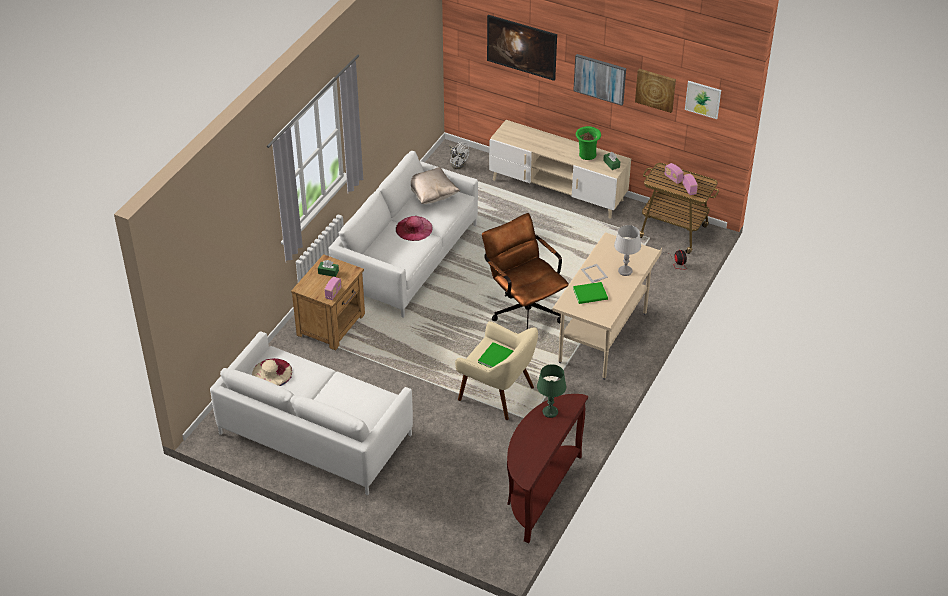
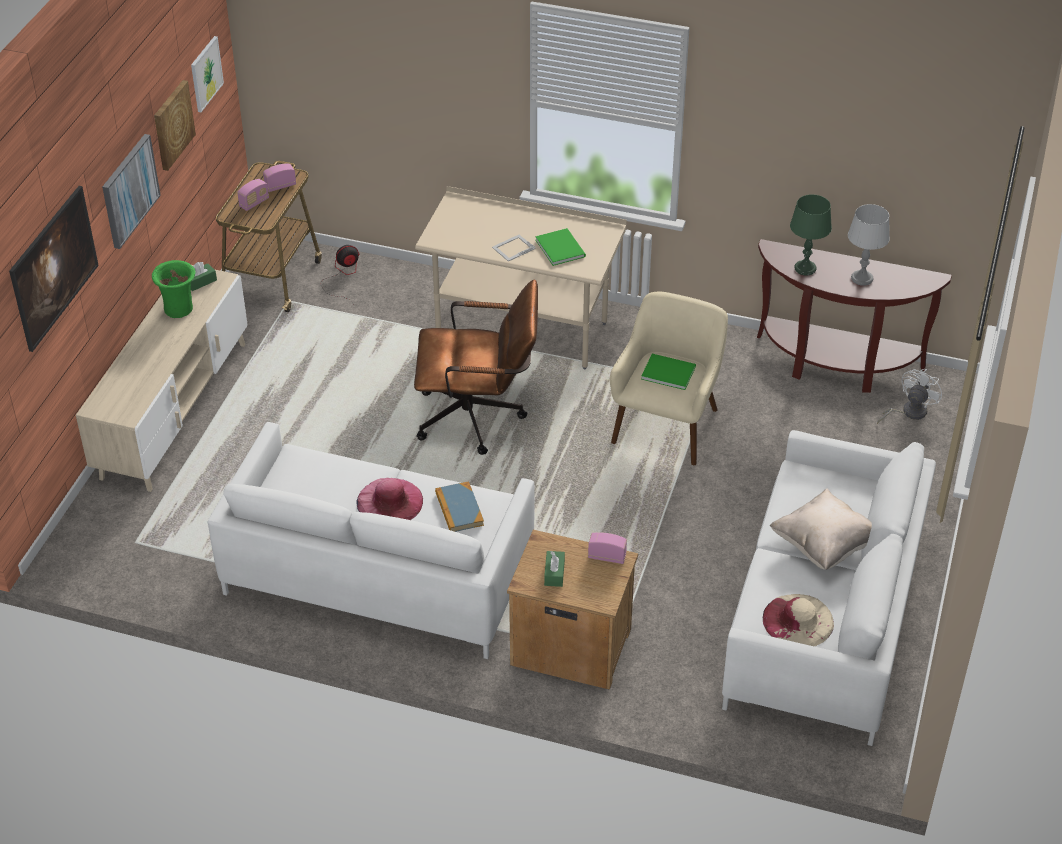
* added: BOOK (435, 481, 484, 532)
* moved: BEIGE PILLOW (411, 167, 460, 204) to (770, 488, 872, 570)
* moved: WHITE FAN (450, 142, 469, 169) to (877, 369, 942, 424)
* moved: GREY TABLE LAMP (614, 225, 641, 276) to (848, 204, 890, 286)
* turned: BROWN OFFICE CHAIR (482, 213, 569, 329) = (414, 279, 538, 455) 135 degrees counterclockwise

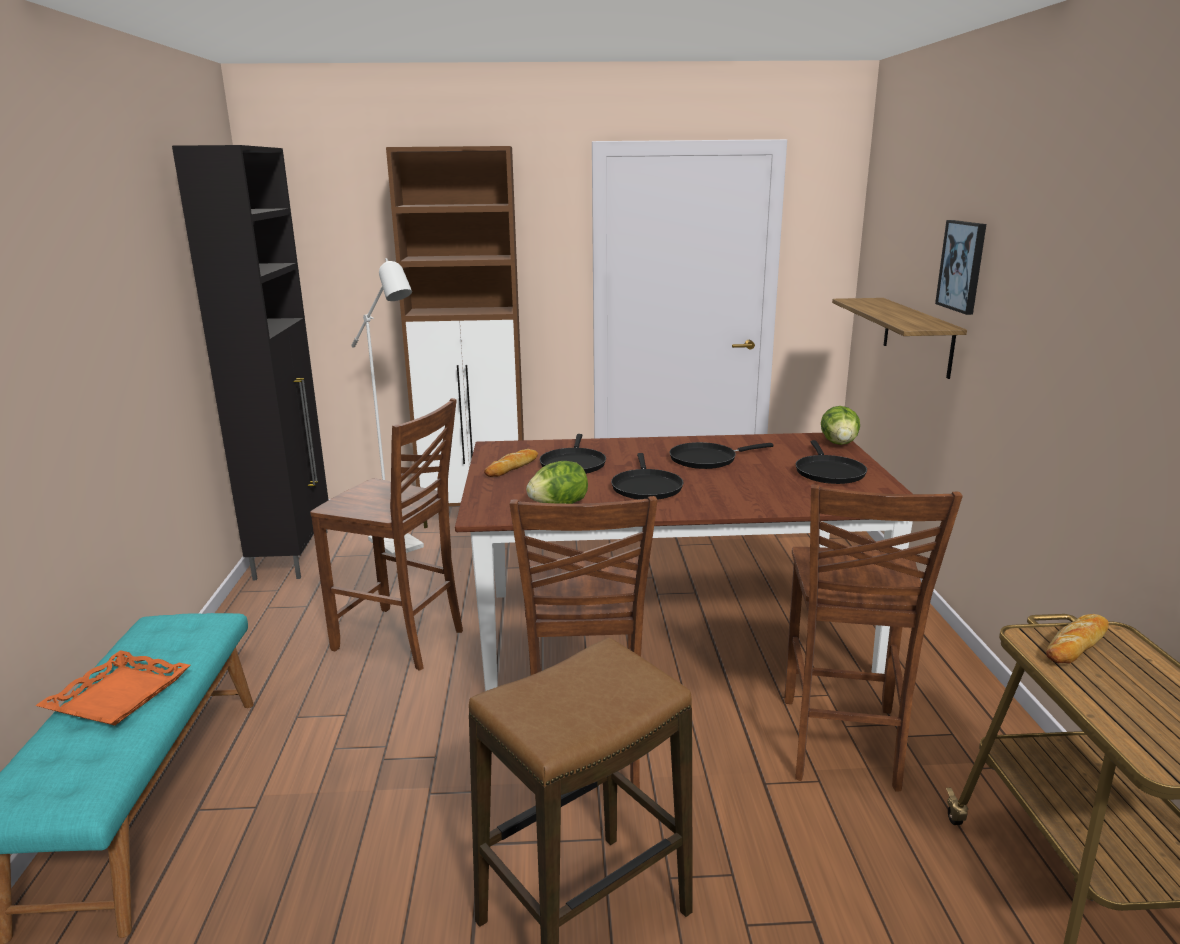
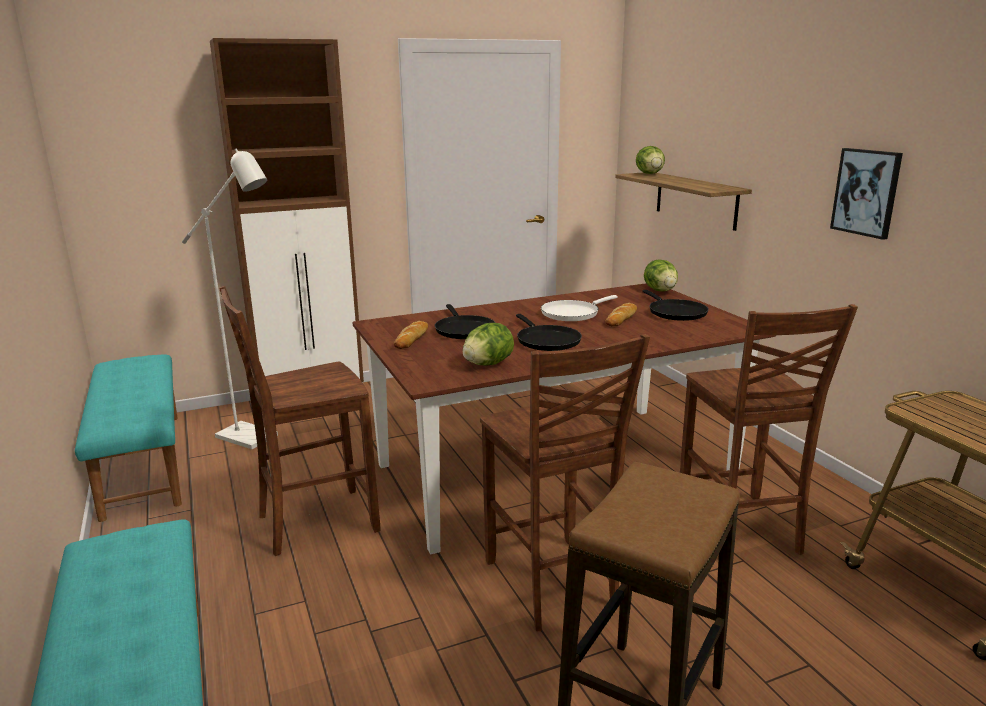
* removed: ORANGE TRAY (36, 650, 190, 726)
* added: LETTUCE (636, 146, 665, 174)
* moved: PICTURE (935, 220, 986, 315) to (830, 148, 903, 240)
* moved: BREAD (1046, 614, 1109, 664) to (605, 303, 637, 326)
* replaced: BLACK CABINET (172, 145, 328, 580) to TURQUOISE BENCH (75, 354, 182, 522)
* recoloured: BLACK FRYING PAN (670, 442, 774, 469) to WHITE FRYING PAN (541, 295, 618, 321)
* turned: BROWN CHAIR (310, 398, 463, 671) = (219, 286, 381, 556) 150 degrees clockwise

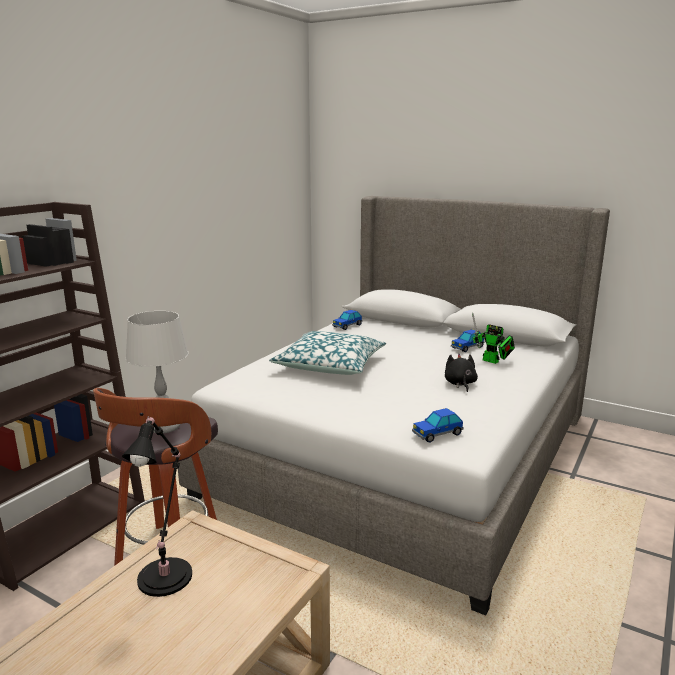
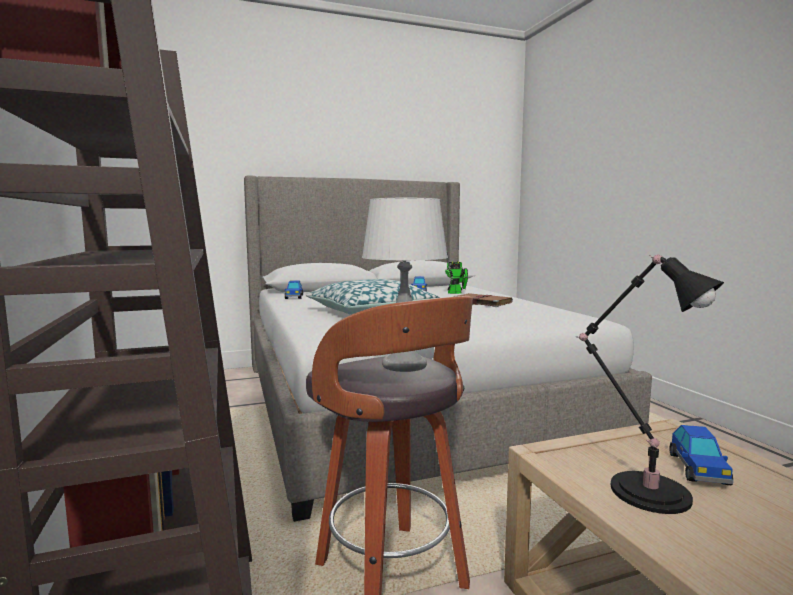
* moved: TOY CAR (412, 408, 464, 443) to (669, 425, 733, 485)
* replaced: BLACK PLUSH TOY (445, 354, 478, 392) to BROWN BOOK (453, 293, 513, 307)

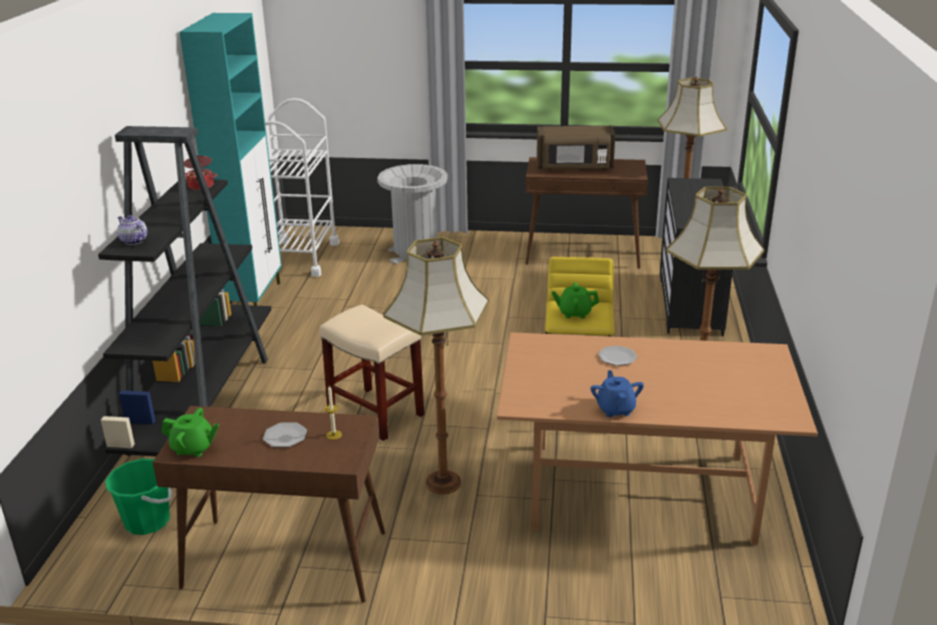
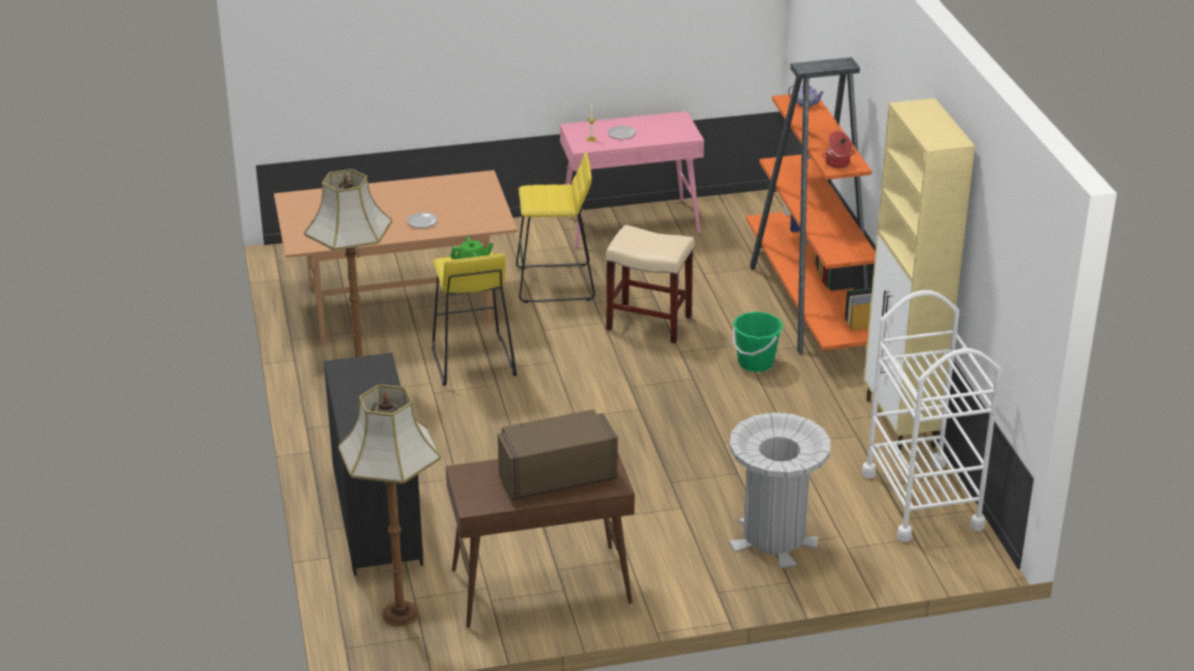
* removed: GREEN TEAPOT (162, 408, 219, 457)
* removed: BLUE TEAPOT (591, 370, 644, 417)
* moved: GREEN BUCKET (105, 459, 173, 535) to (732, 312, 783, 372)
* replaced: FLOOR LAMP (383, 237, 489, 494) to YELLOW STOOL (516, 152, 595, 303)
* recoloured: BLACK BOOKCASE (98, 126, 272, 456) to ORANGE BOOKCASE (746, 57, 875, 354)
* recoloured: BROWN CONSOLE TABLE (152, 406, 385, 603) to PINK CONSOLE TABLE (560, 111, 704, 248)
* recoloured: TURQUOISE CABINET (179, 13, 282, 306) to BEIGE CABINET (864, 98, 975, 451)

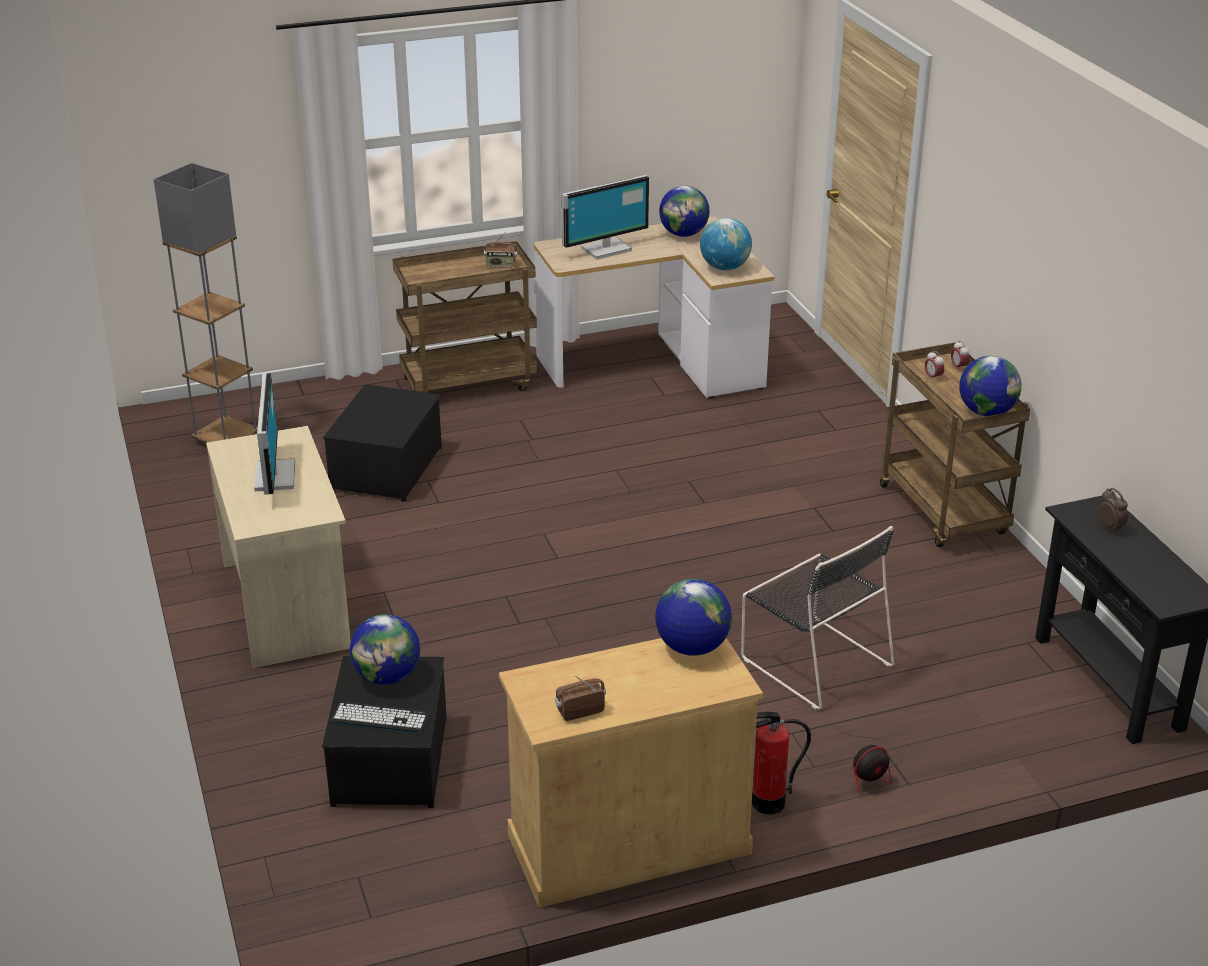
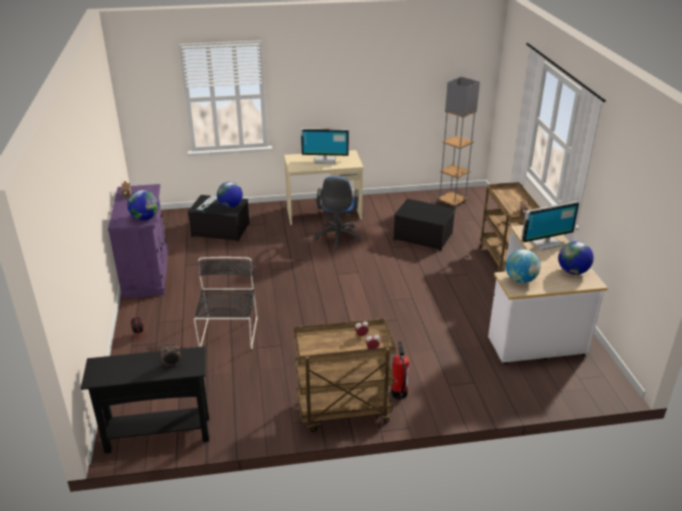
* removed: GLOBE (959, 356, 1021, 416)
* added: BLUE OFFICE CHAIR (314, 176, 361, 249)
* moved: FIRE EXTINGUISHER (752, 712, 811, 815) to (391, 341, 409, 399)
* recoloured: BEIGE CABINET (499, 638, 763, 908) to PURPLE CABINET (108, 184, 168, 299)
* turned: MONITOR (562, 175, 649, 260) = (521, 201, 579, 251) 90 degrees counterclockwise
* turned: BLACK CHAIR (741, 526, 894, 710) = (194, 257, 257, 349) 120 degrees clockwise

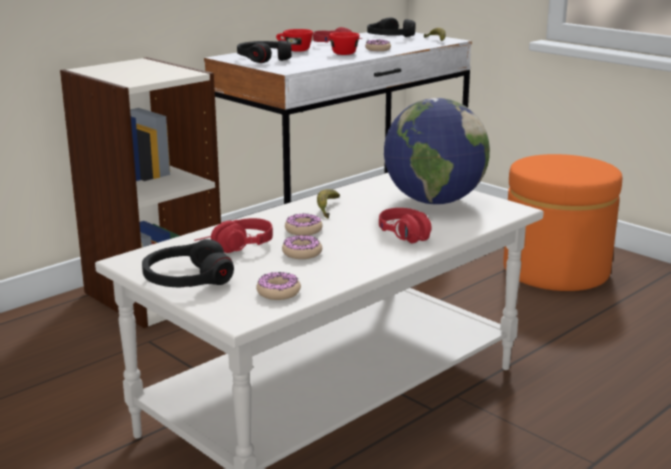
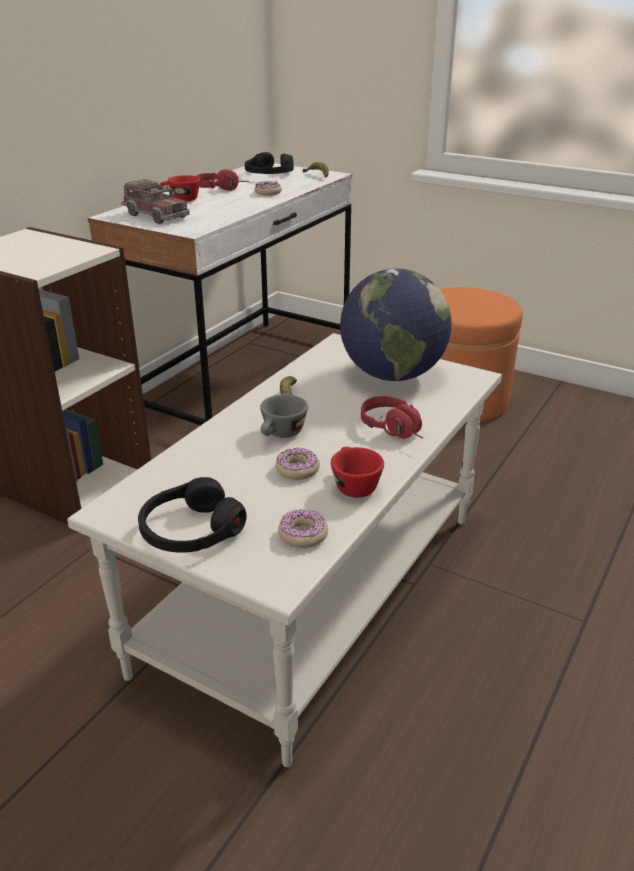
* removed: RED HEADPHONES (194, 218, 273, 253)
* moved: RED CUP (329, 32, 360, 55) to (331, 447, 384, 498)
* replaced: BLACK HEADPHONES (237, 40, 292, 63) to TOY TRUCK (121, 179, 190, 224)
* replaced: DONUT (285, 213, 323, 236) to GREY CUP (260, 394, 308, 438)

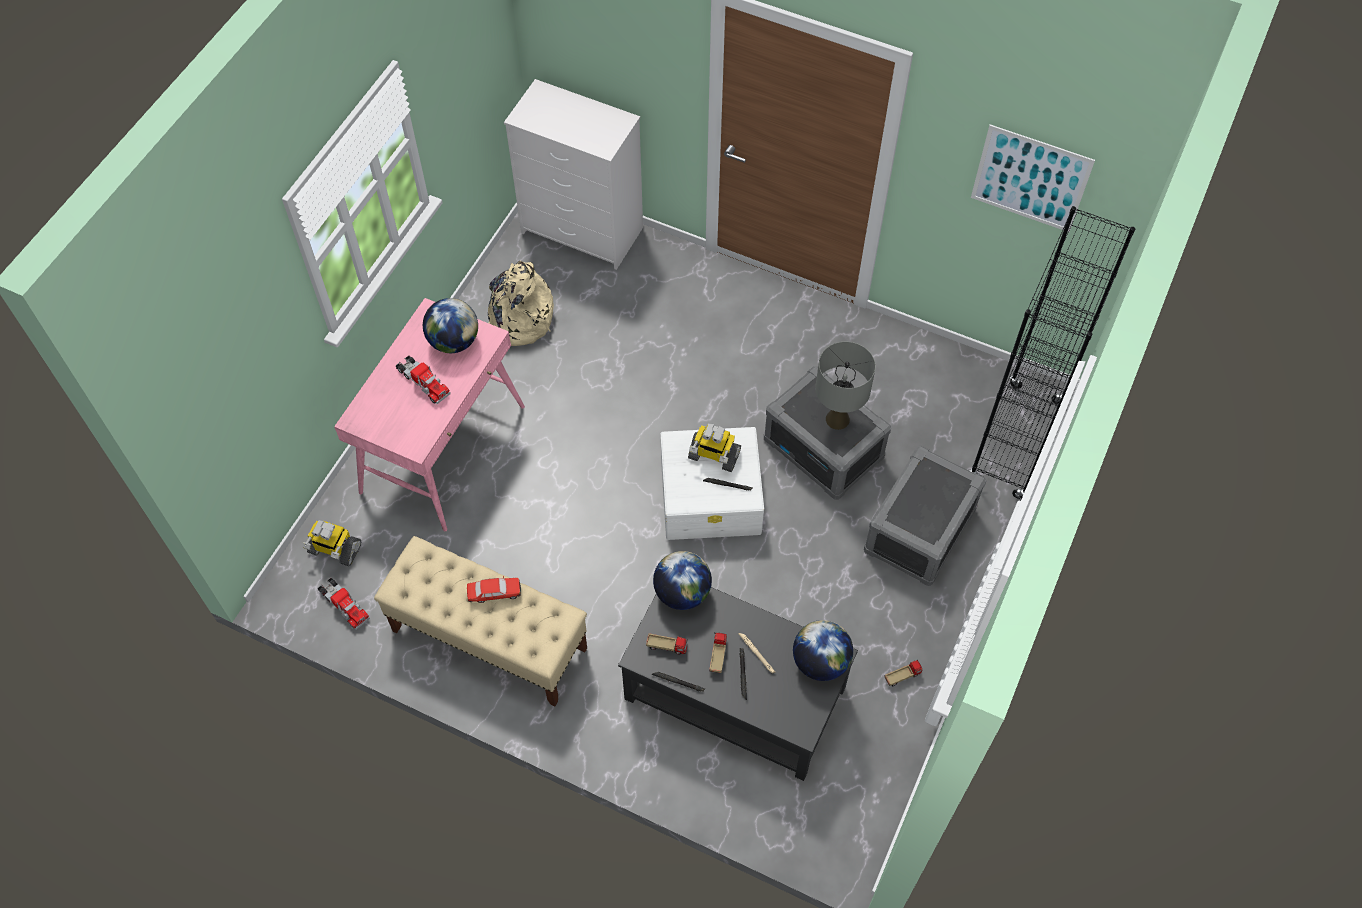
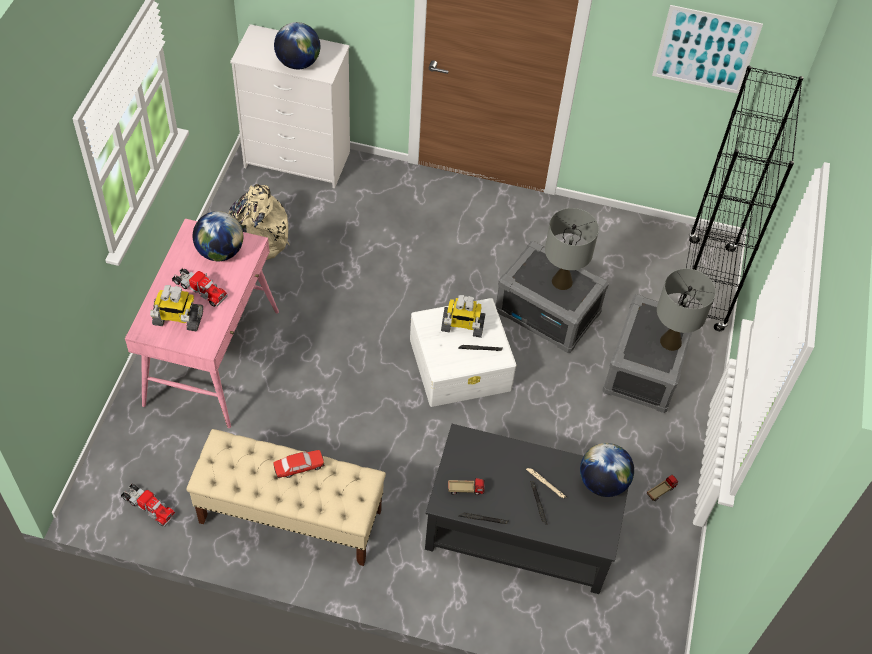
* removed: TOY TRUCK (709, 633, 727, 673)
* added: GREY TABLE LAMP (657, 269, 716, 351)
* moved: TOY ROBOT (302, 520, 361, 566) to (150, 285, 203, 331)
* moved: GLOBE (653, 551, 712, 610) to (274, 22, 320, 69)

